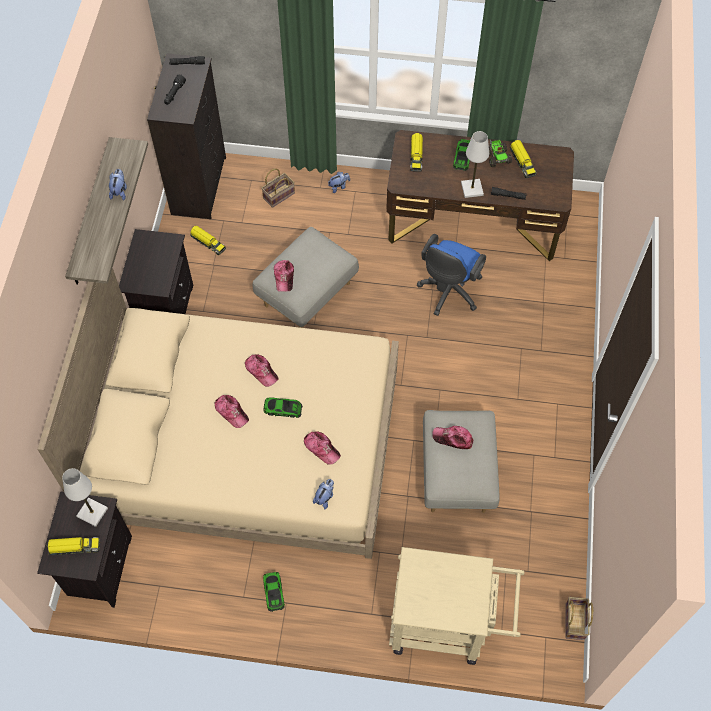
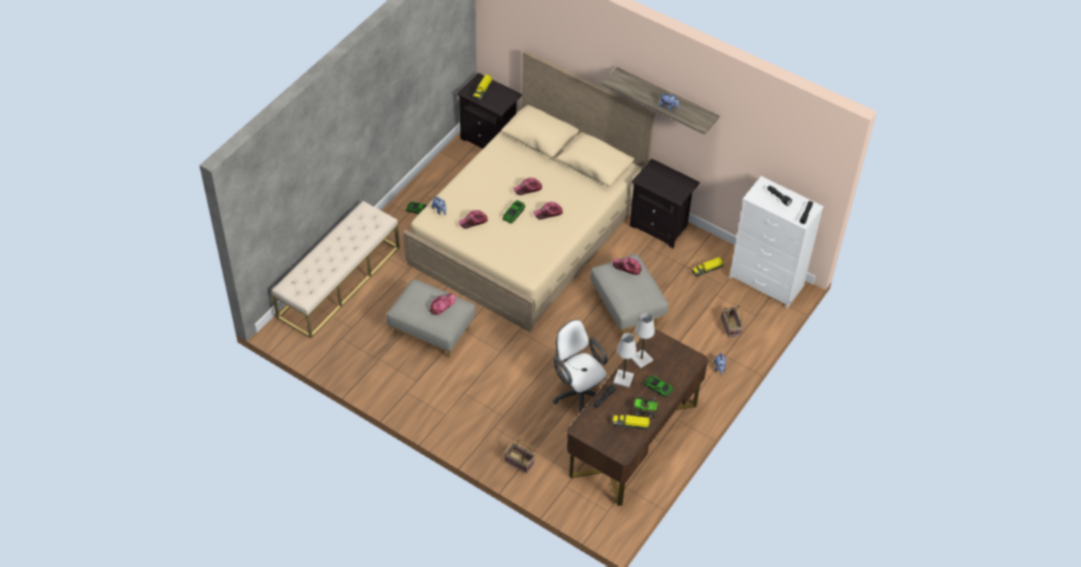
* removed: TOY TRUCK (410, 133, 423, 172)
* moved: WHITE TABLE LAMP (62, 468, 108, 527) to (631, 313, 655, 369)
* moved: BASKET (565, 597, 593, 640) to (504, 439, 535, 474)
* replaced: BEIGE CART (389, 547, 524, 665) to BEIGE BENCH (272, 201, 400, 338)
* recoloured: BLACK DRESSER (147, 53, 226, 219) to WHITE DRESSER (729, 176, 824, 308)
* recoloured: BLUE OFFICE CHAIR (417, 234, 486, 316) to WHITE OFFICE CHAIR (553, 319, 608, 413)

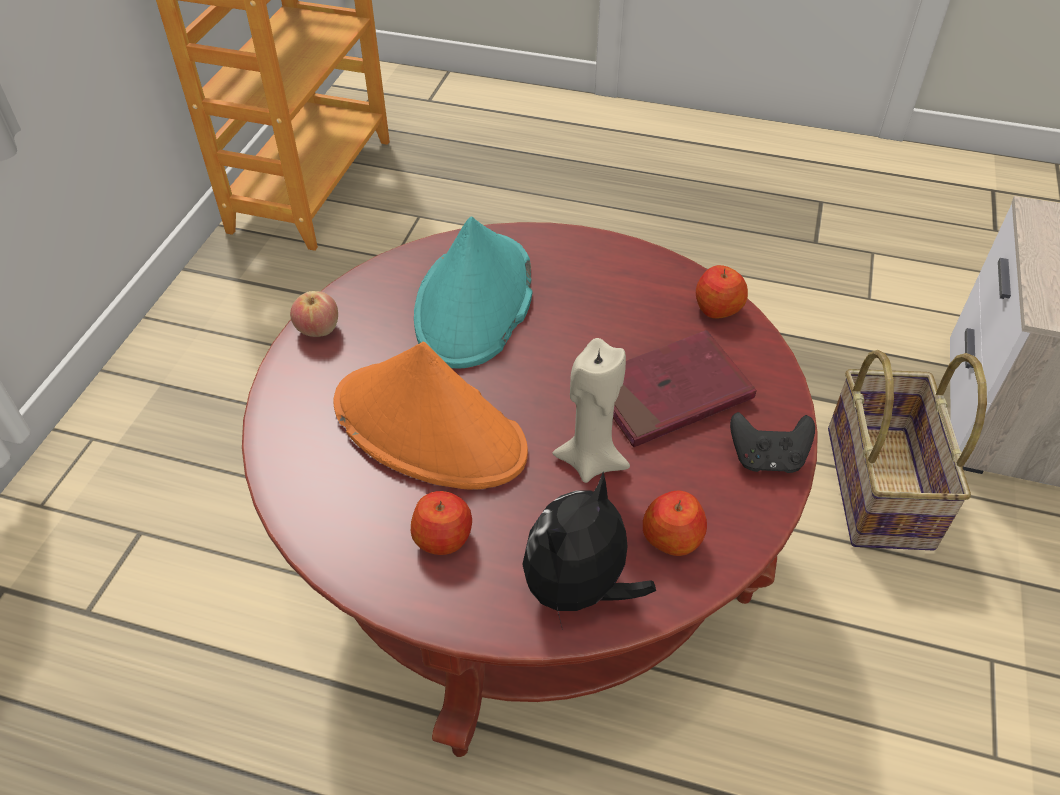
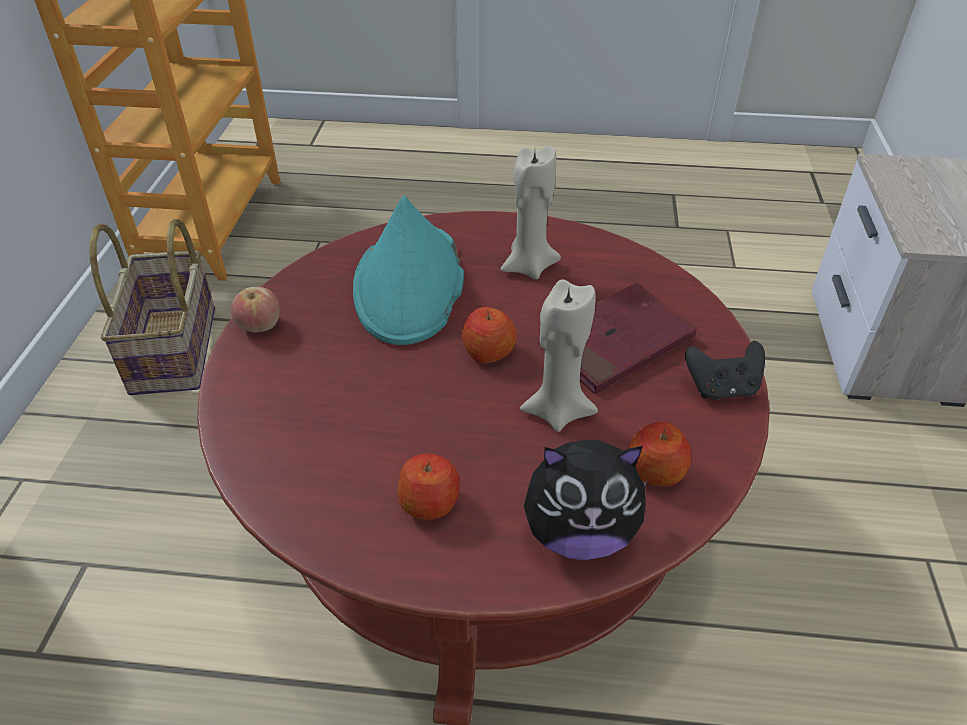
* removed: ORANGE HAT (333, 342, 528, 490)
* added: BEIGE CANDLE (501, 146, 561, 280)
* moved: APPLE (696, 265, 748, 319) to (462, 307, 517, 363)
* moved: BASKET (828, 350, 987, 550) to (90, 219, 215, 395)
* turned: PLUSH TOY (522, 472, 656, 630) = (524, 439, 648, 560) 120 degrees counterclockwise

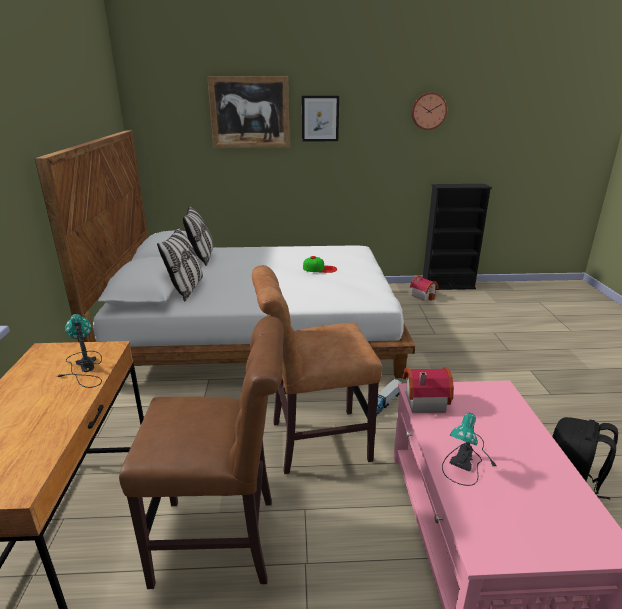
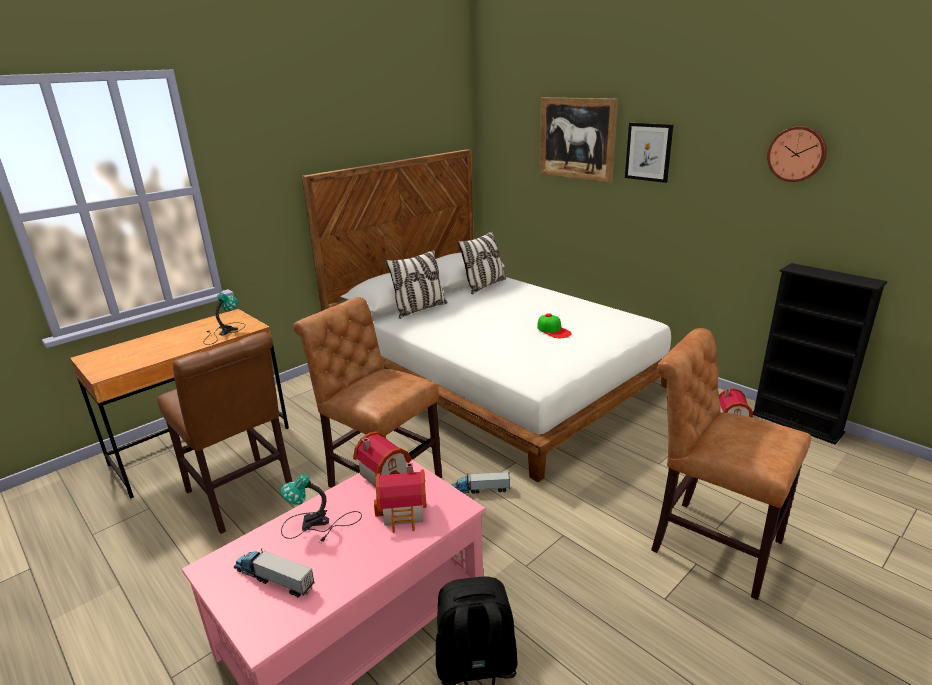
* added: TOY TRUCK (234, 548, 315, 597)
* added: TOY HOUSE (374, 463, 427, 533)
* added: BROWN CHAIR (651, 328, 811, 600)

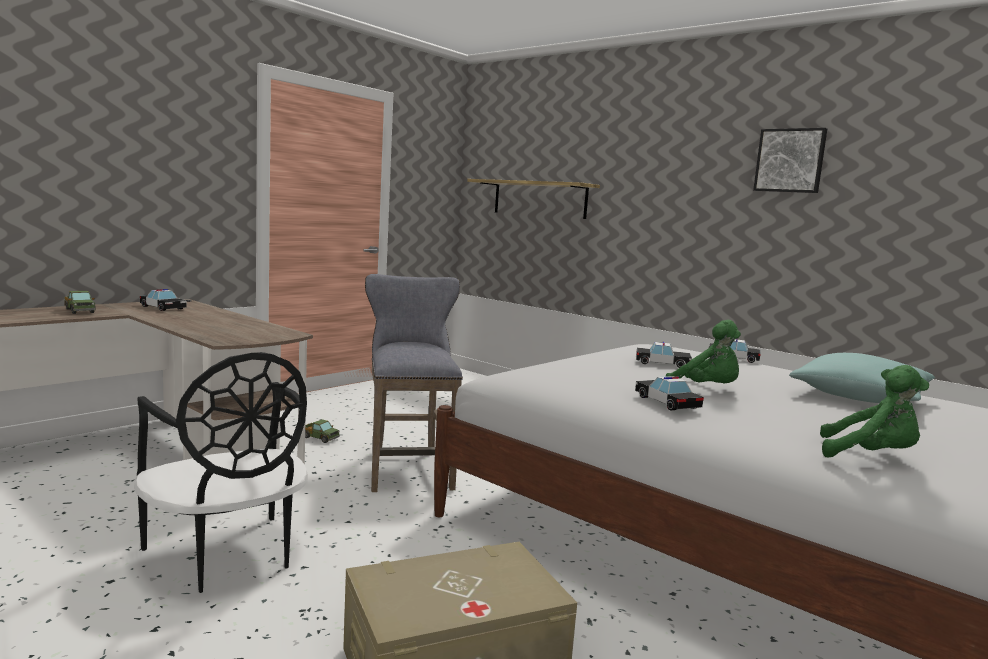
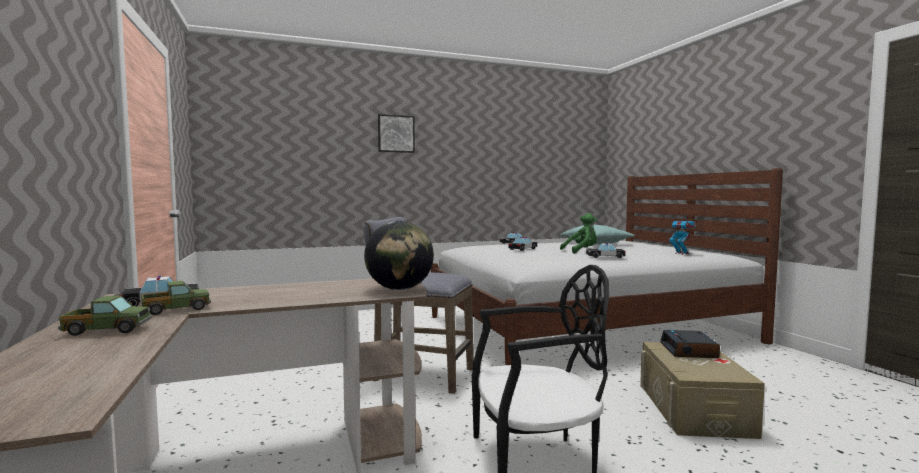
* removed: SHELF (467, 179, 600, 219)
* added: GLOBE (364, 221, 434, 290)
* added: ALARM CLOCK (660, 330, 720, 358)
* moved: TOY TRUCK (305, 419, 340, 443) to (140, 281, 211, 315)
* moved: PICTURE (753, 128, 827, 193) to (378, 114, 415, 153)
* replaced: GREEN PLUSH TOY (820, 365, 929, 458) to TOY ROBOT (669, 215, 696, 255)

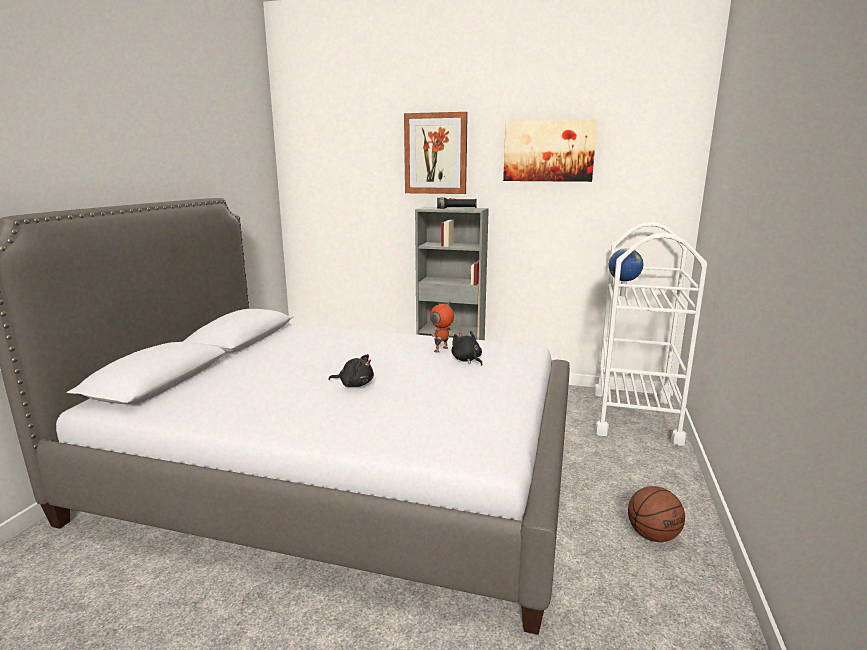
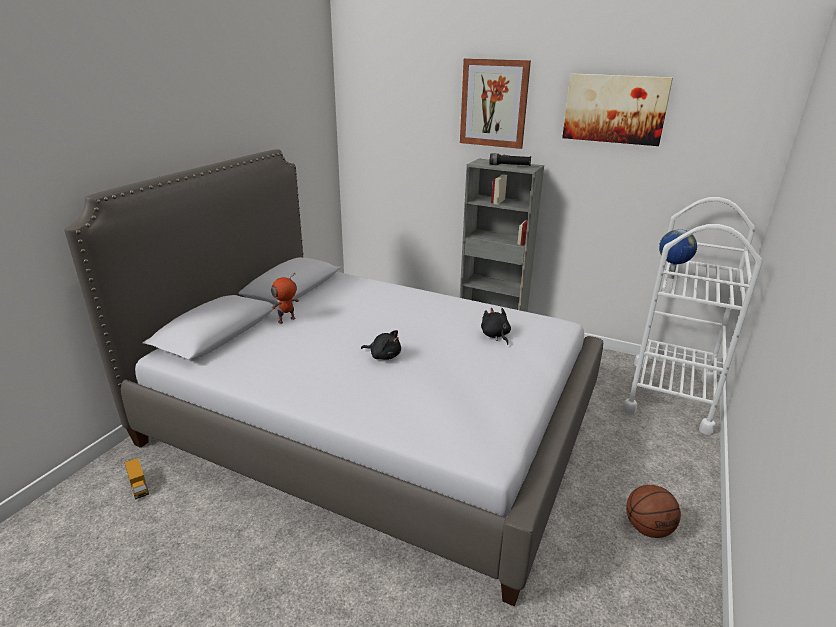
* added: TOY TRUCK (124, 458, 149, 499)
* moved: TOY ROBOT (430, 299, 454, 353) to (271, 273, 299, 324)

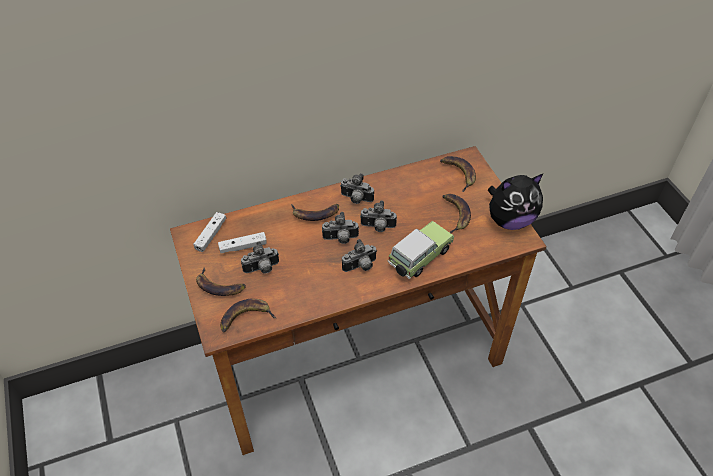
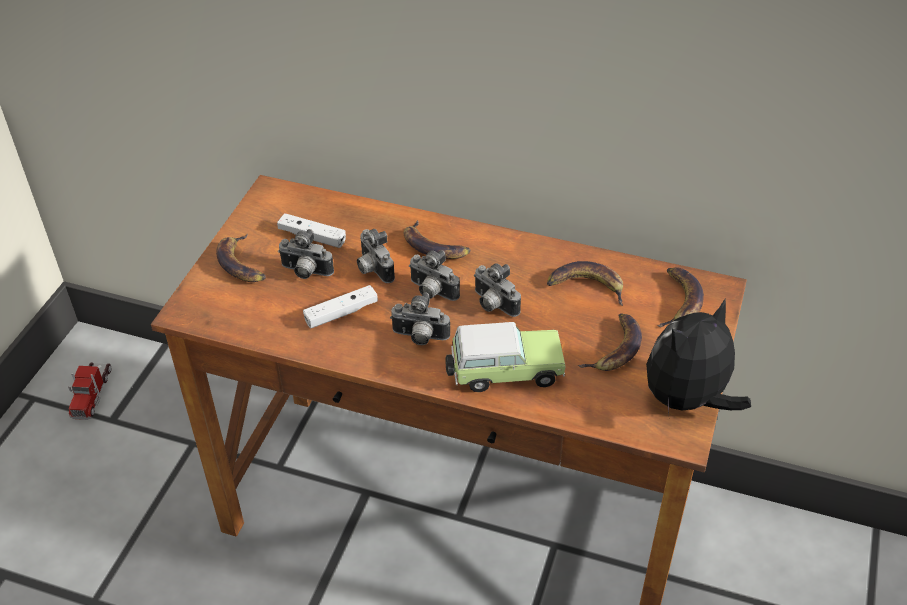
* added: TOY TRUCK (68, 363, 111, 420)
* moved: WHITE GAME CONTROLLER (193, 212, 226, 252) to (303, 285, 378, 328)
* moved: BANANA (220, 299, 276, 332) to (547, 261, 623, 306)
* moved: PHOTO CAMERA (340, 173, 374, 204) to (357, 229, 395, 283)
* turned: PLUSH TOY (488, 174, 543, 230) = (646, 299, 751, 413) 120 degrees clockwise

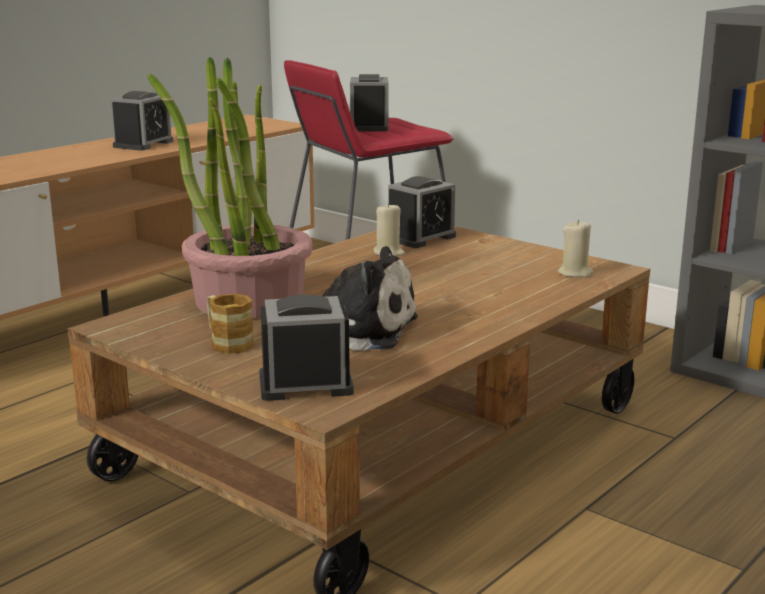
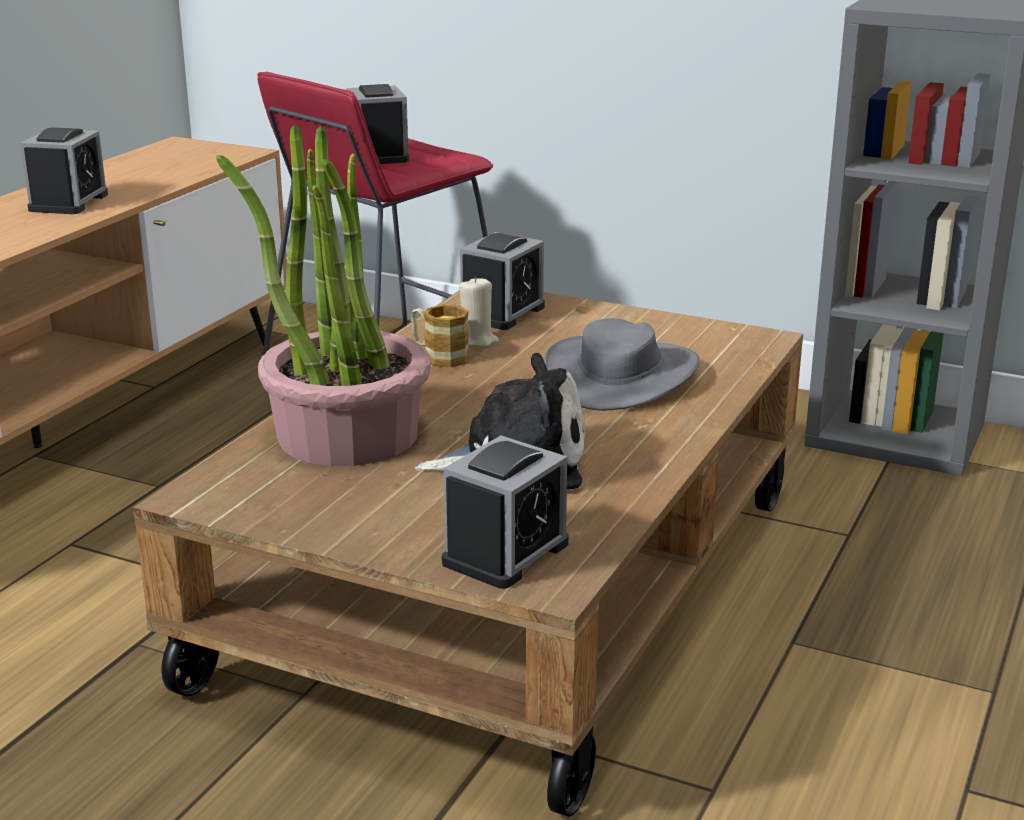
* removed: BEIGE CANDLE (558, 220, 593, 277)
* added: GREY HAT (544, 318, 700, 411)
* moved: MUG (207, 293, 254, 354) to (411, 305, 469, 368)
* turned: ALARM CLOCK (259, 294, 354, 401) = (442, 435, 569, 589) 150 degrees clockwise

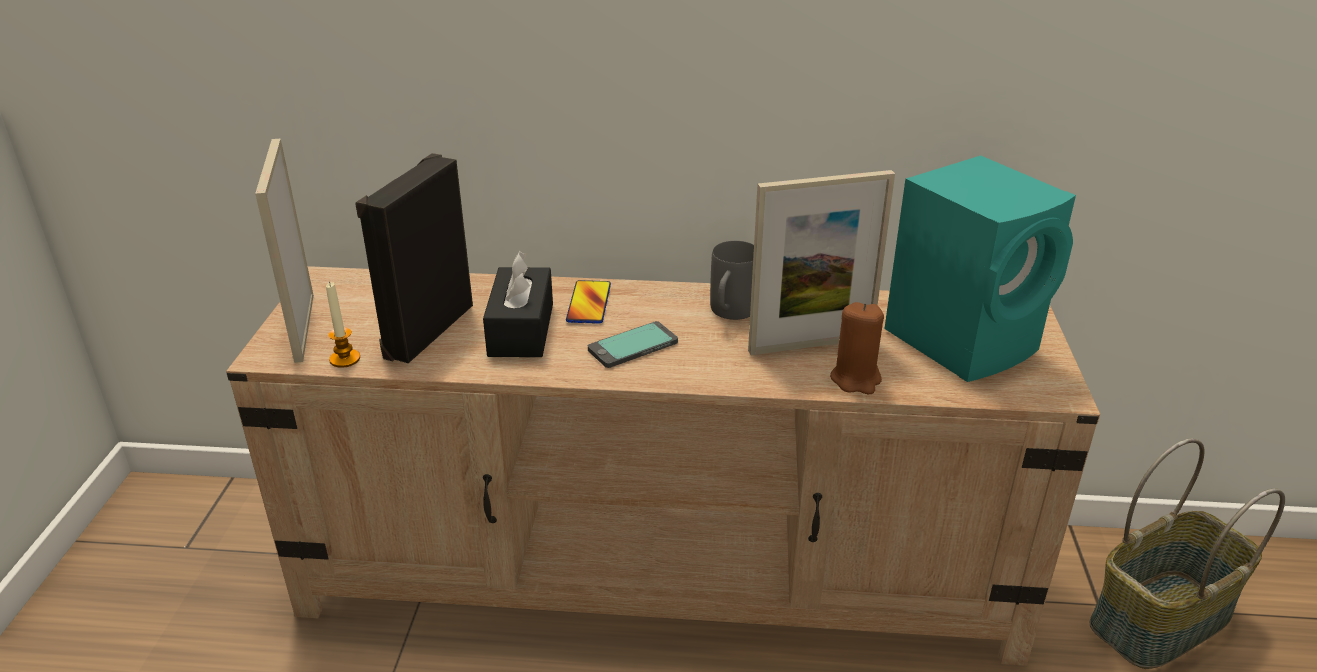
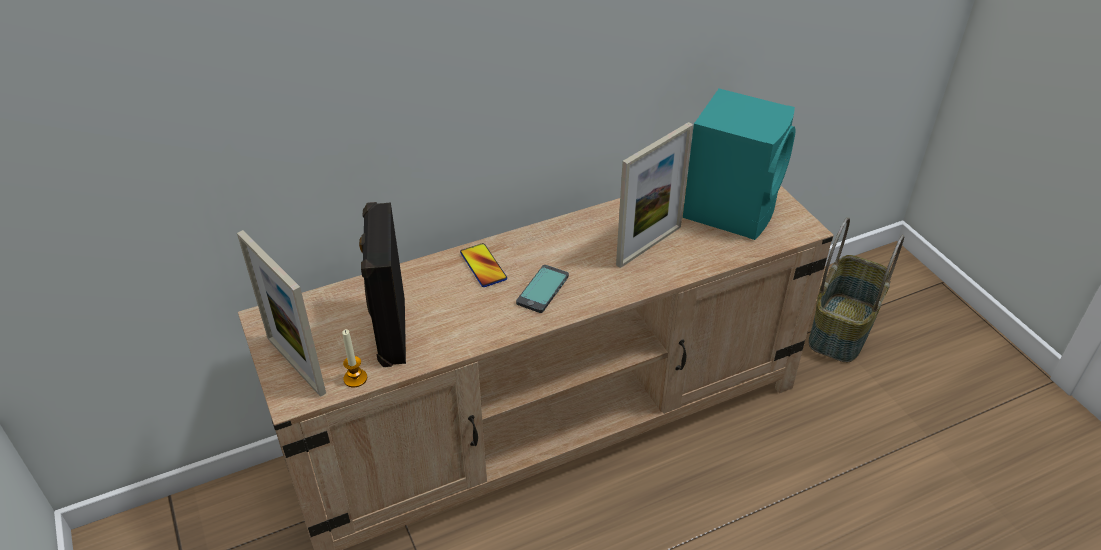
* removed: BLACK TISSUE BOX (483, 251, 553, 357)
* removed: GREY MUG (710, 241, 754, 320)
* removed: BROWN CANDLE (830, 302, 884, 394)

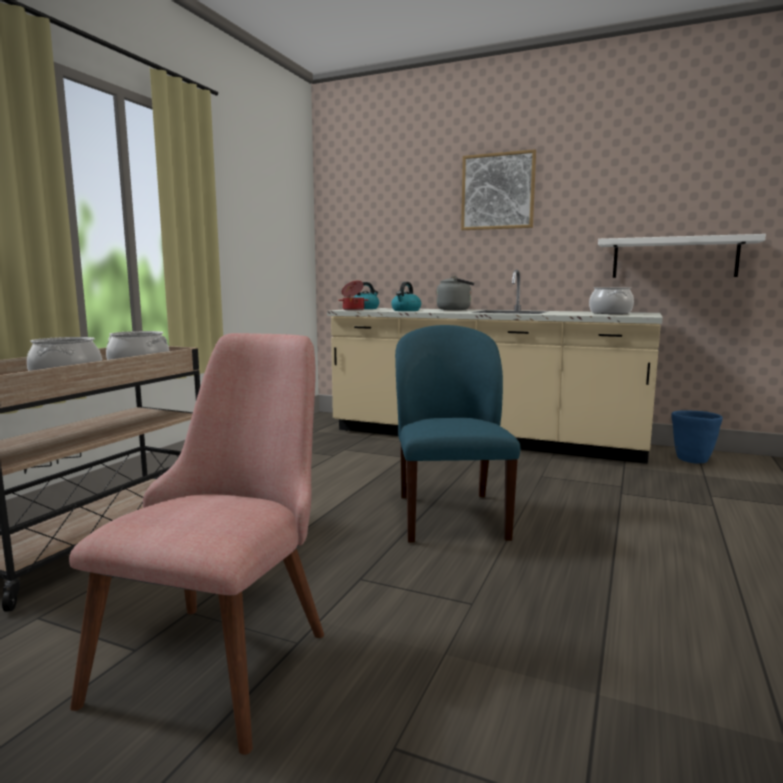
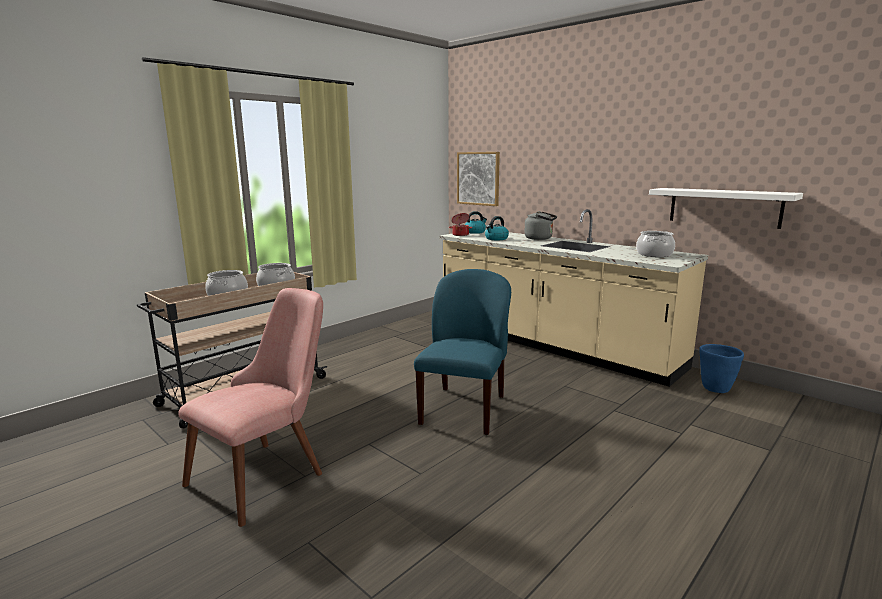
* moved: PICTURE (461, 149, 536, 230) to (457, 152, 500, 206)

